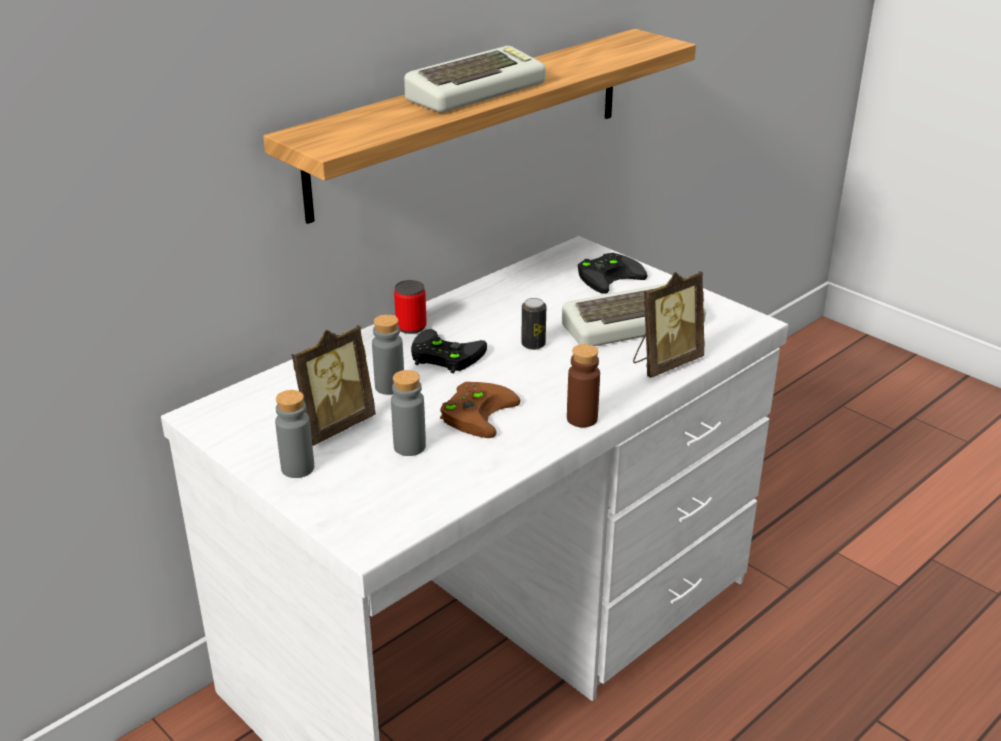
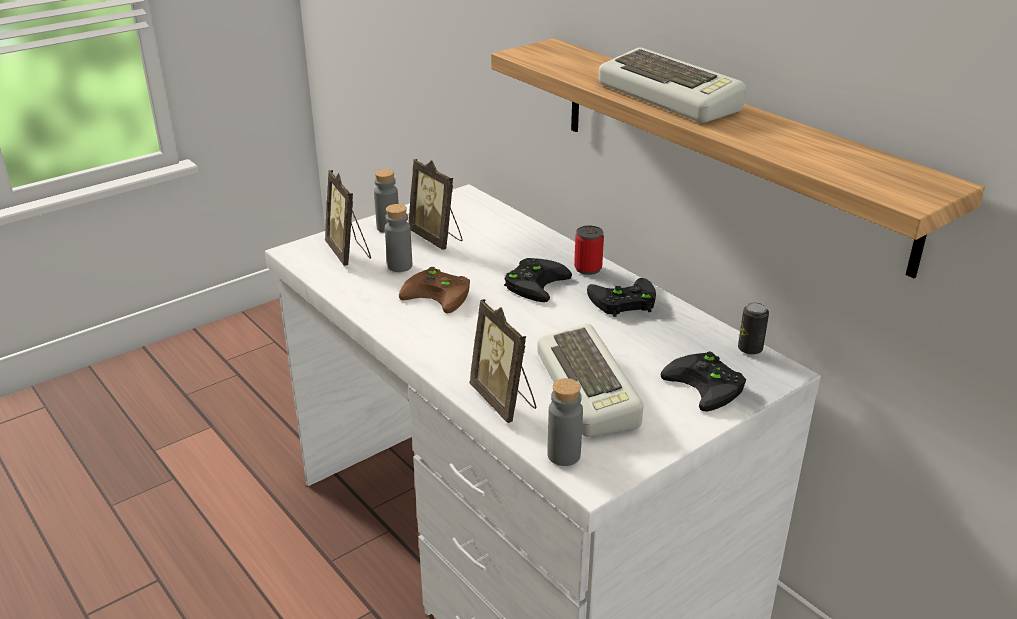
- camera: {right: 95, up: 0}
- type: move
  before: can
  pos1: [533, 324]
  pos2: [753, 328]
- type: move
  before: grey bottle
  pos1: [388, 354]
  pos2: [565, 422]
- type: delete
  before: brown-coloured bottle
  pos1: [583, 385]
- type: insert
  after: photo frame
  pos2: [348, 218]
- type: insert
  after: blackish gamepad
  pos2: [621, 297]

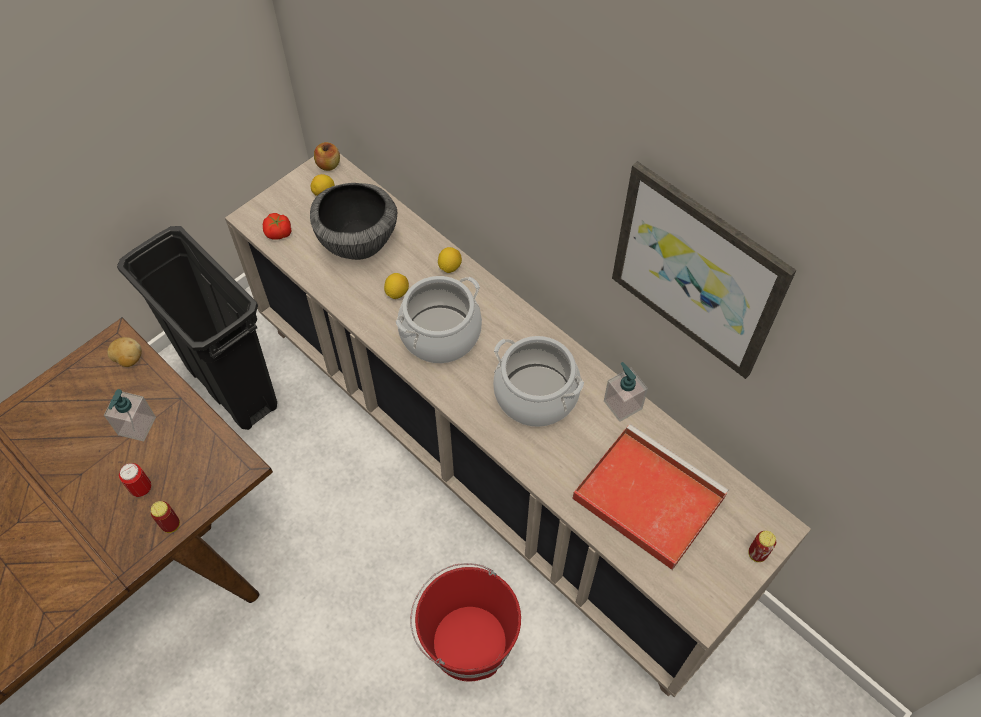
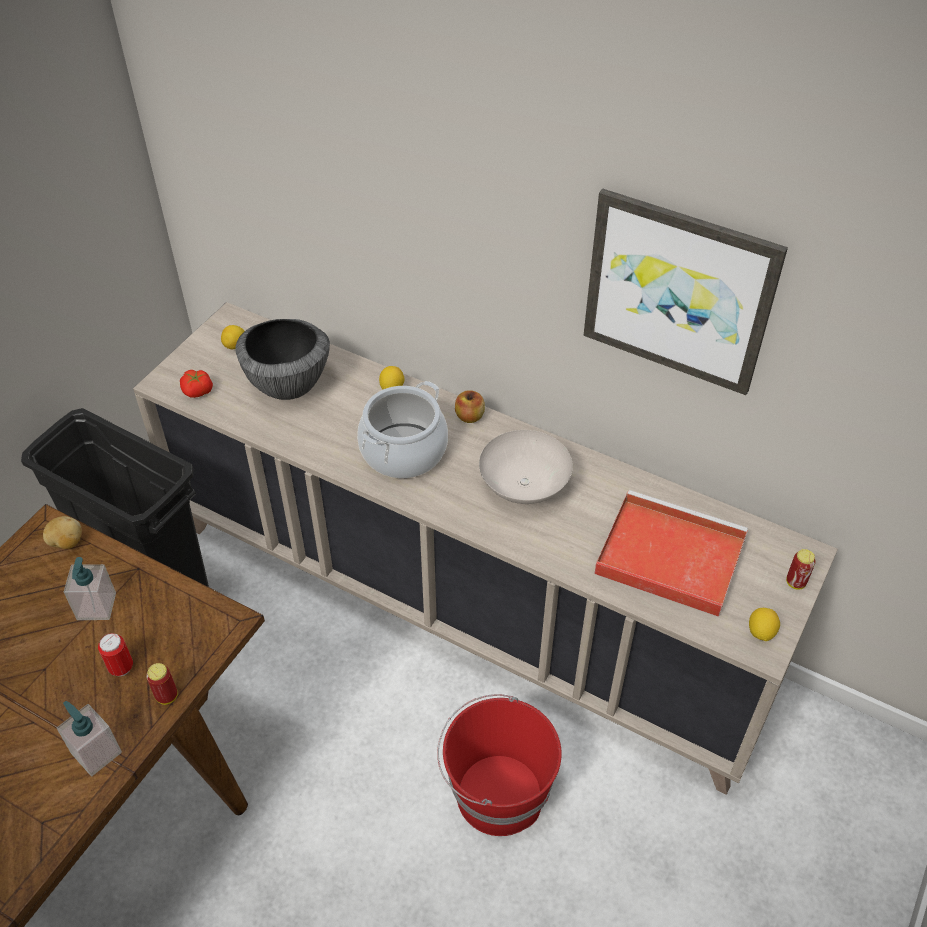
- camera: {right: -15, up: -10}
- type: move
  before: apple
  pos1: [327, 156]
  pos2: [470, 406]
- type: move
  before: lemon
  pos1: [396, 286]
  pos2: [764, 624]
- type: replace
  before: cooking pot
  after: white bowl
  pos1: [538, 381]
  pos2: [526, 467]
- type: move
  before: liquid soap bottle
  pos1: [626, 392]
  pos2: [89, 738]

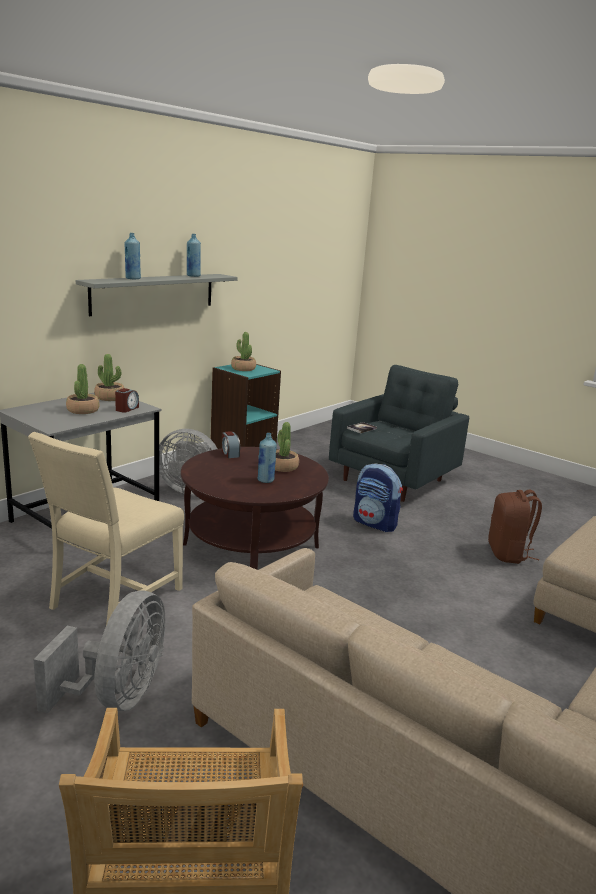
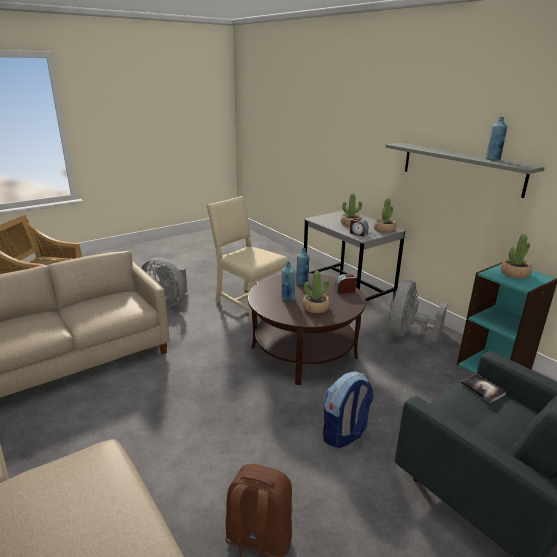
- camera: {right: 105, up: 5}
- type: move
  before: blue bottle
  pos1: [133, 256]
  pos2: [303, 266]

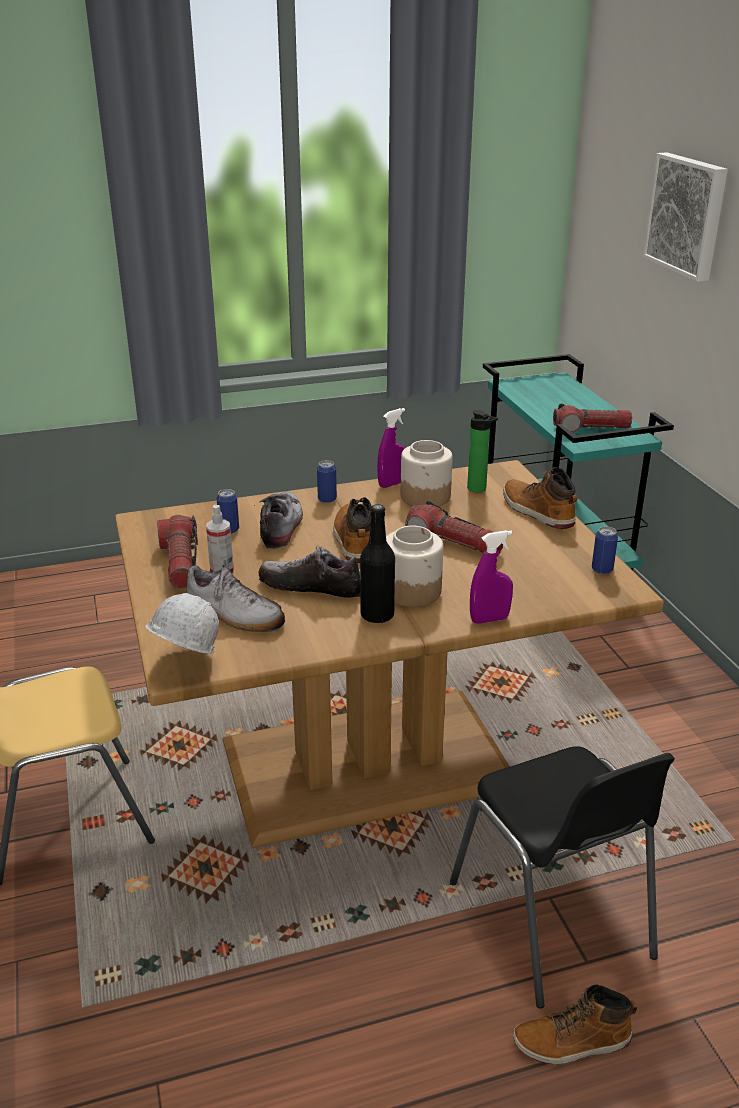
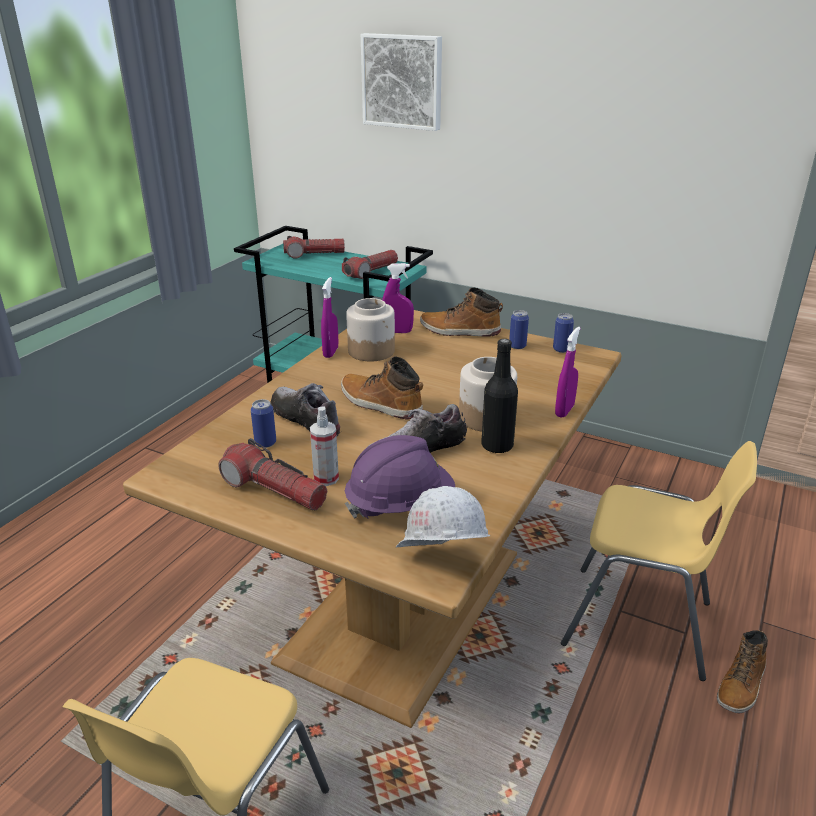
- camera: {right: -45, up: 0}
- type: replace
  before: bottle
  after: purple-coloured spray bottle
  pos1: [482, 451]
  pos2: [398, 298]
- type: move
  before: can
  pos1: [327, 481]
  pos2: [519, 329]
- type: move
  before: torch
  pos1: [454, 527]
  pos2: [314, 247]
- type: replace
  before: shoe
  after: purple-coloured safety helmet
  pos1: [235, 598]
  pos2: [400, 477]
- type: recolor
  before: blackish plain chair
  after: yellowish plain chair
  pos1: [562, 877]
  pos2: [659, 561]

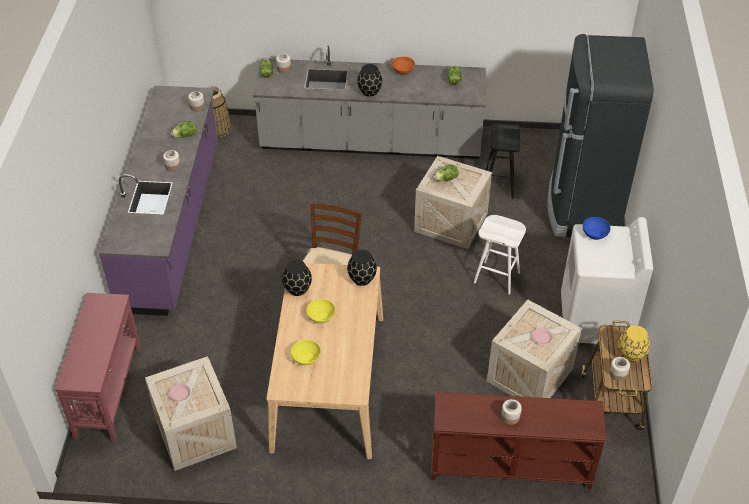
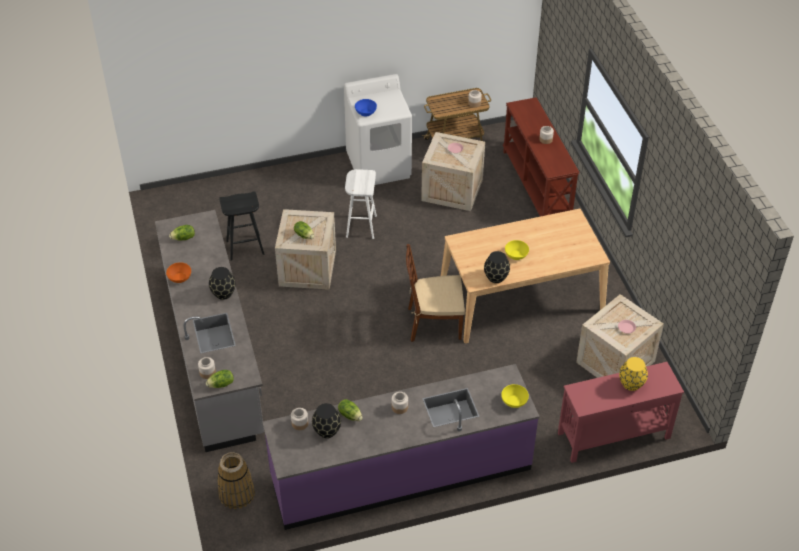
- camera: {right: -110, up: 0}
- type: delete
  before: blackish refrigerator
  pos1: [600, 135]
- type: move
  before: blackish flower vase
  pos1: [362, 268]
  pos2: [326, 420]
- type: move
  before: yellowish flower vase
  pos1: [634, 344]
  pos2: [633, 374]
- type: move
  before: yellowish bowl
  pos1: [306, 352]
  pos2: [515, 396]

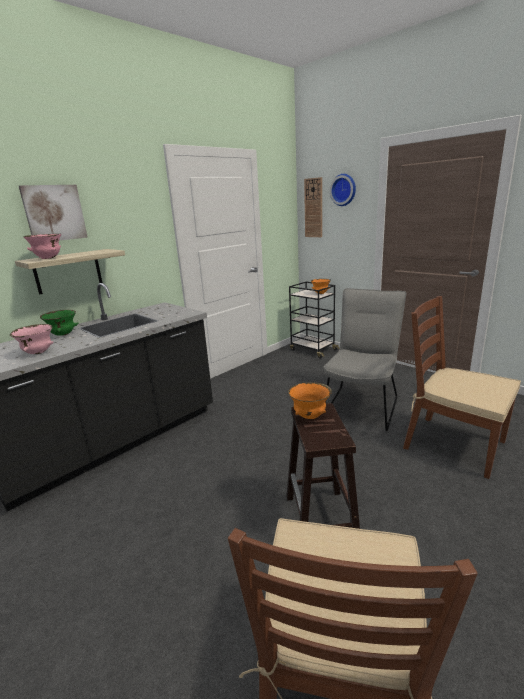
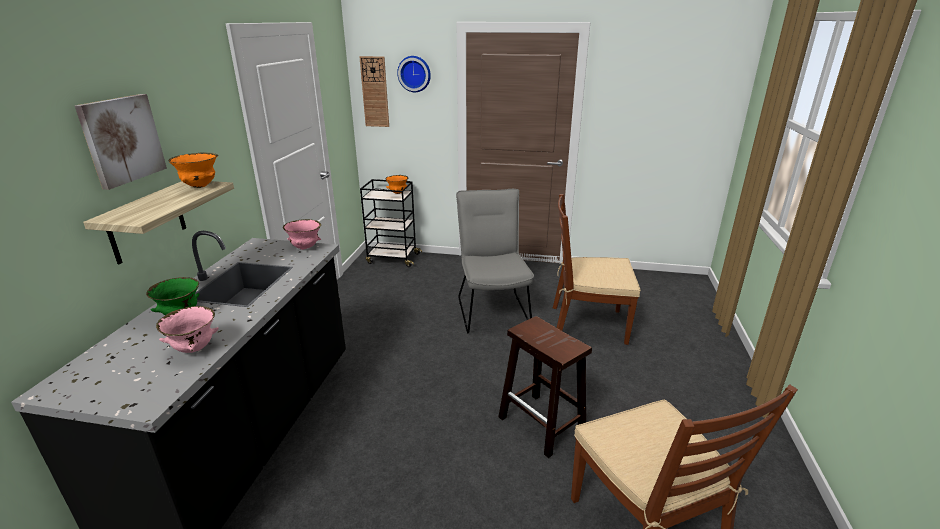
- camera: {right: -35, up: 5}
- type: move
  before: pinkish bowl
  pos1: [42, 246]
  pos2: [302, 234]
- type: move
  before: orange-coloured bowl
  pos1: [310, 400]
  pos2: [193, 170]

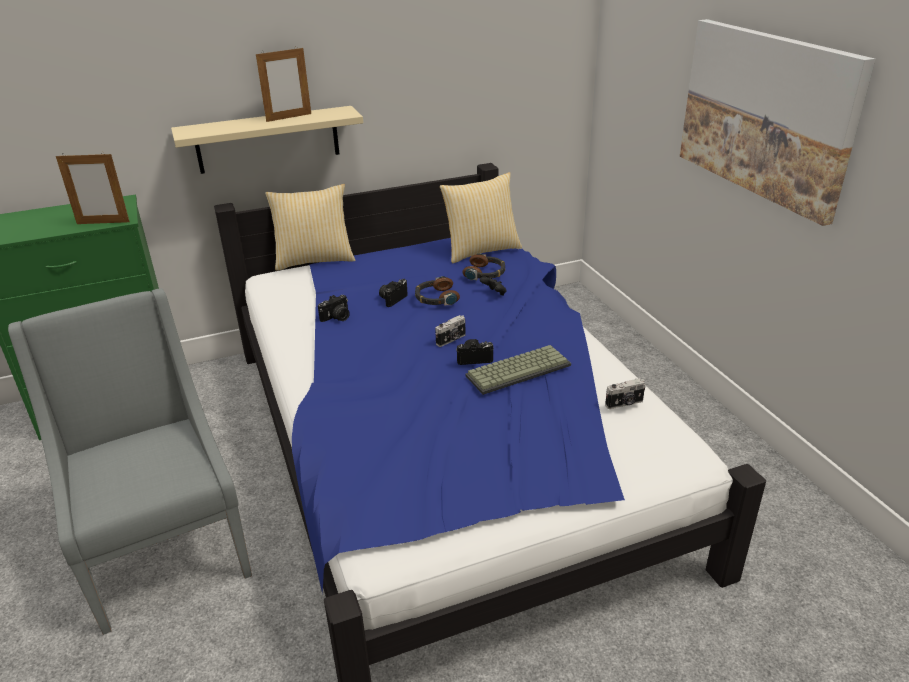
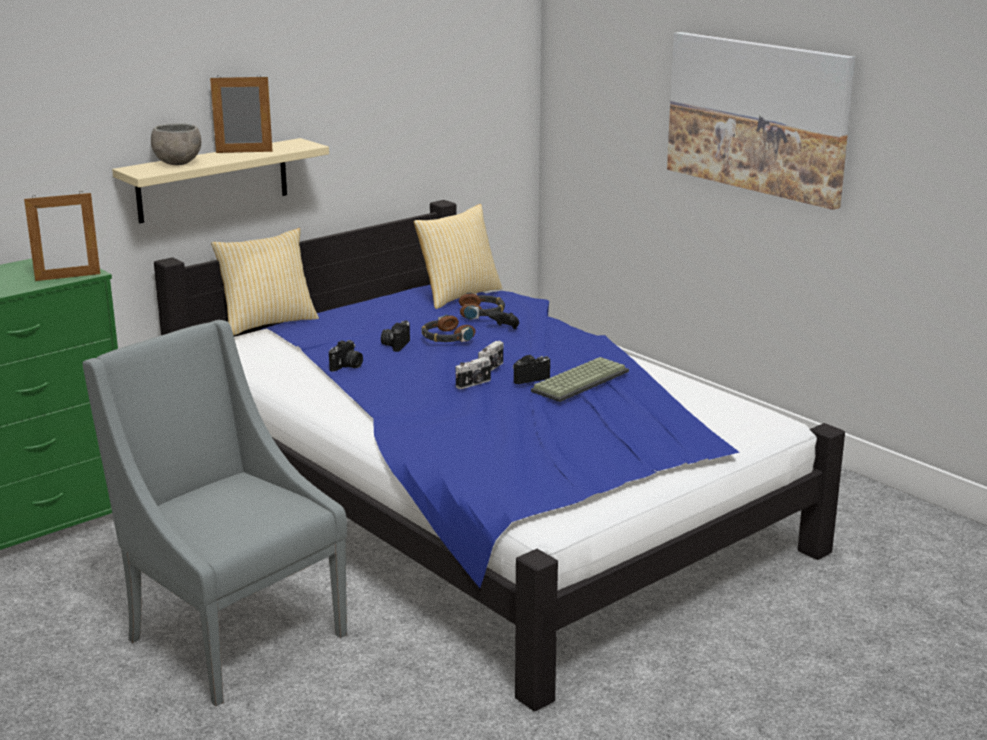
- camera: {right: -20, up: -10}
- type: rotate
  before: photo frame
  pos1: [283, 84]
  pos2: [241, 113]
  turn: -135
- type: move
  before: photo camera
  pos1: [625, 393]
  pos2: [473, 373]
- type: insert
  after: grey bowl
  pos2: [176, 144]

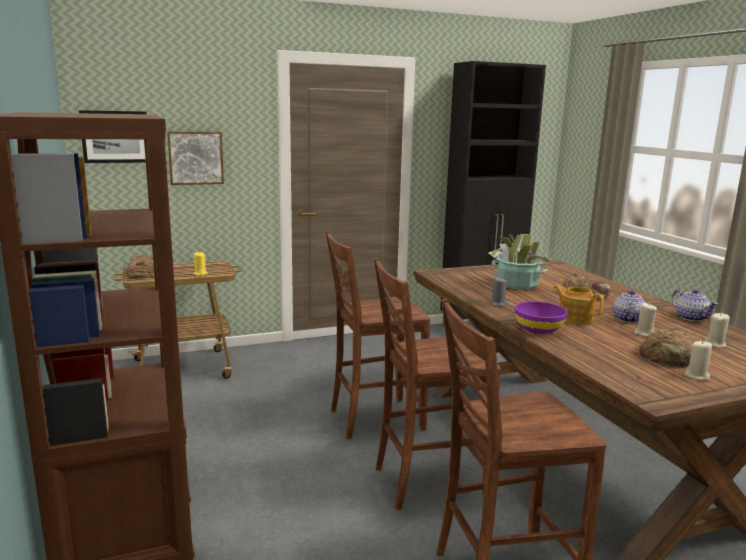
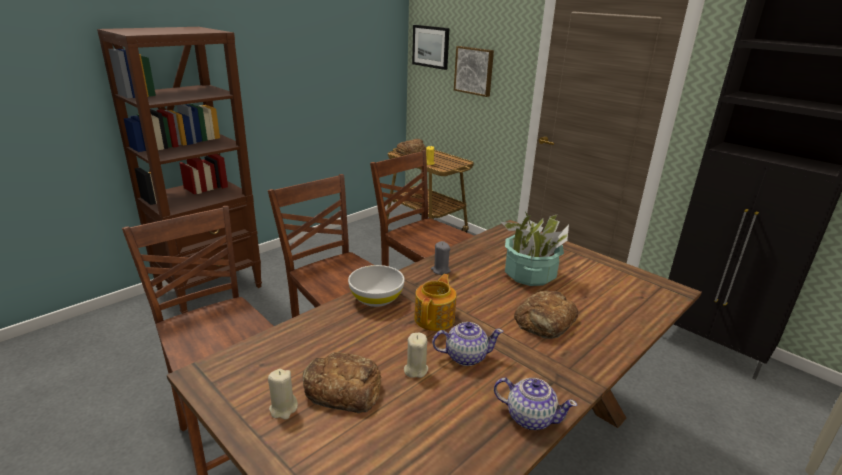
- camera: {right: 65, up: 10}
- type: rotate
  before: teapot
  pos1: [694, 305]
  pos2: [535, 404]
  turn: -105
- type: recolor
  before: purple-coloured bowl
  after: white bowl
  pos1: [541, 317]
  pos2: [376, 286]
- type: delete
  before: sand-coloured wax candle
  pos1: [717, 330]

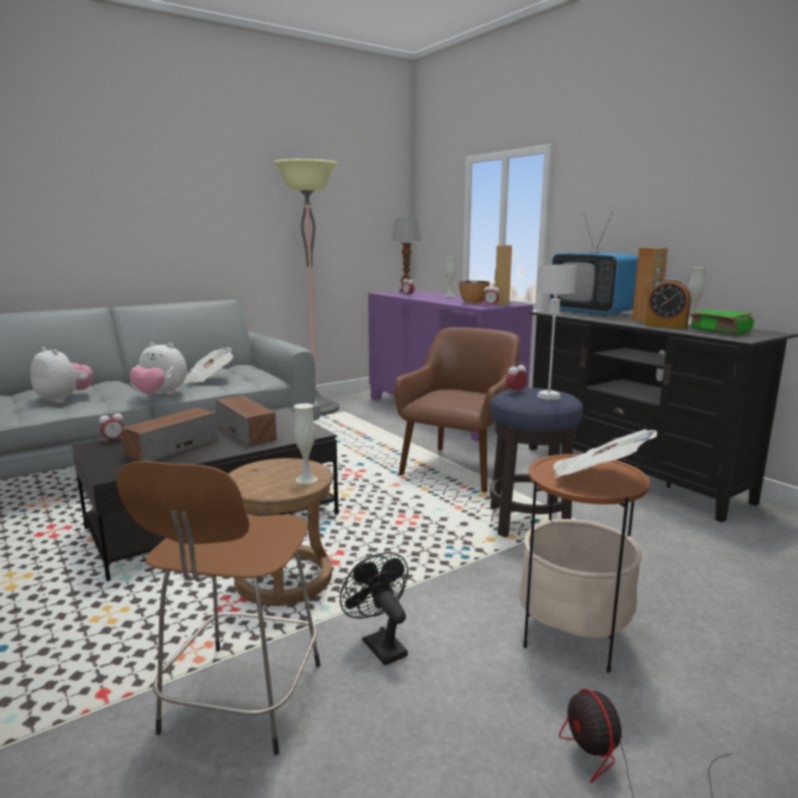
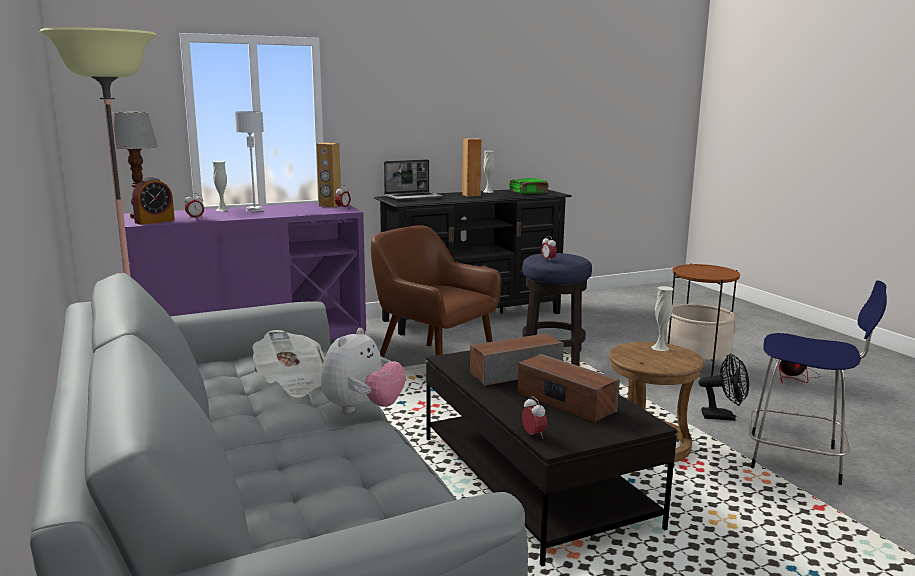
- camera: {right: -80, up: 0}
- type: replace
  before: TV
  after: portable computer
  pos1: [594, 264]
  pos2: [413, 180]
- type: move
  before: grey lamp for a table
  pos1: [557, 332]
  pos2: [249, 161]
- type: move
  before: table clock
  pos1: [668, 303]
  pos2: [153, 201]
- type: delete
  before: bowl
  pos1: [474, 292]
- type: delete
  before: soft toy
  pos1: [62, 375]
- type: delete
  before: newspaper
  pos1: [605, 453]
- type: recolor
  before: brown-coloured stool
  after: blue stool
  pos1: [218, 608]
  pos2: [818, 382]
- type: rotate
  before: blackish fan
  pos1: [374, 608]
  pos2: [724, 387]
  turn: -150

